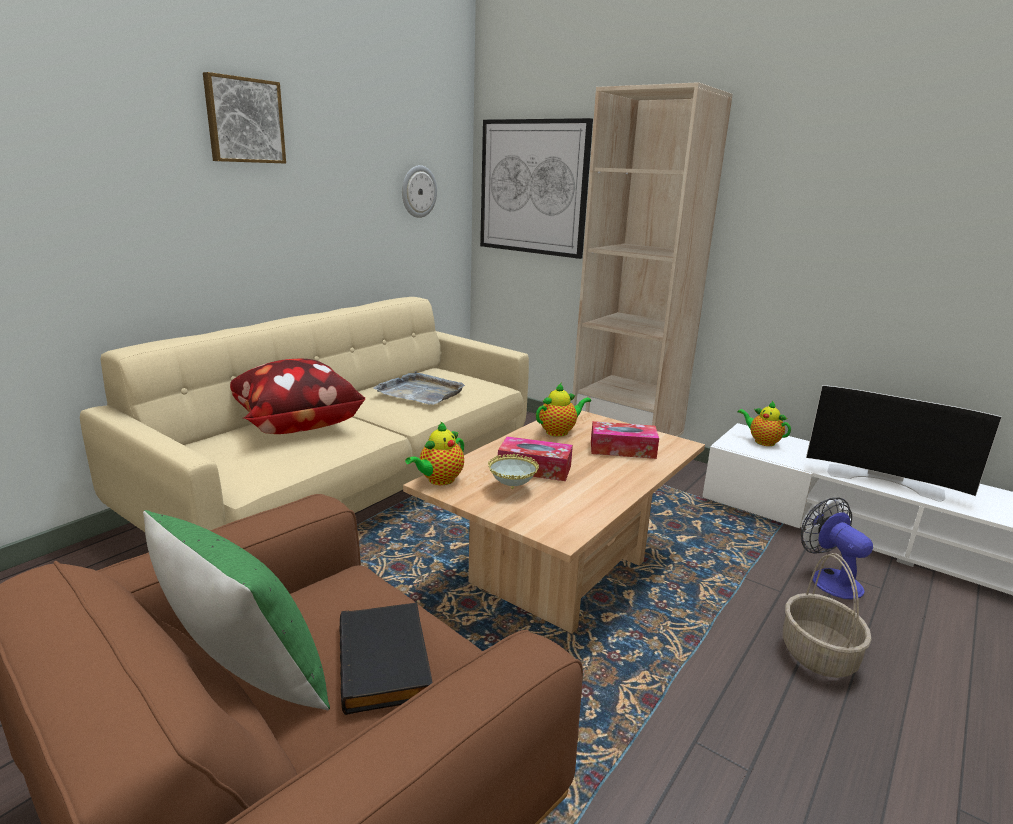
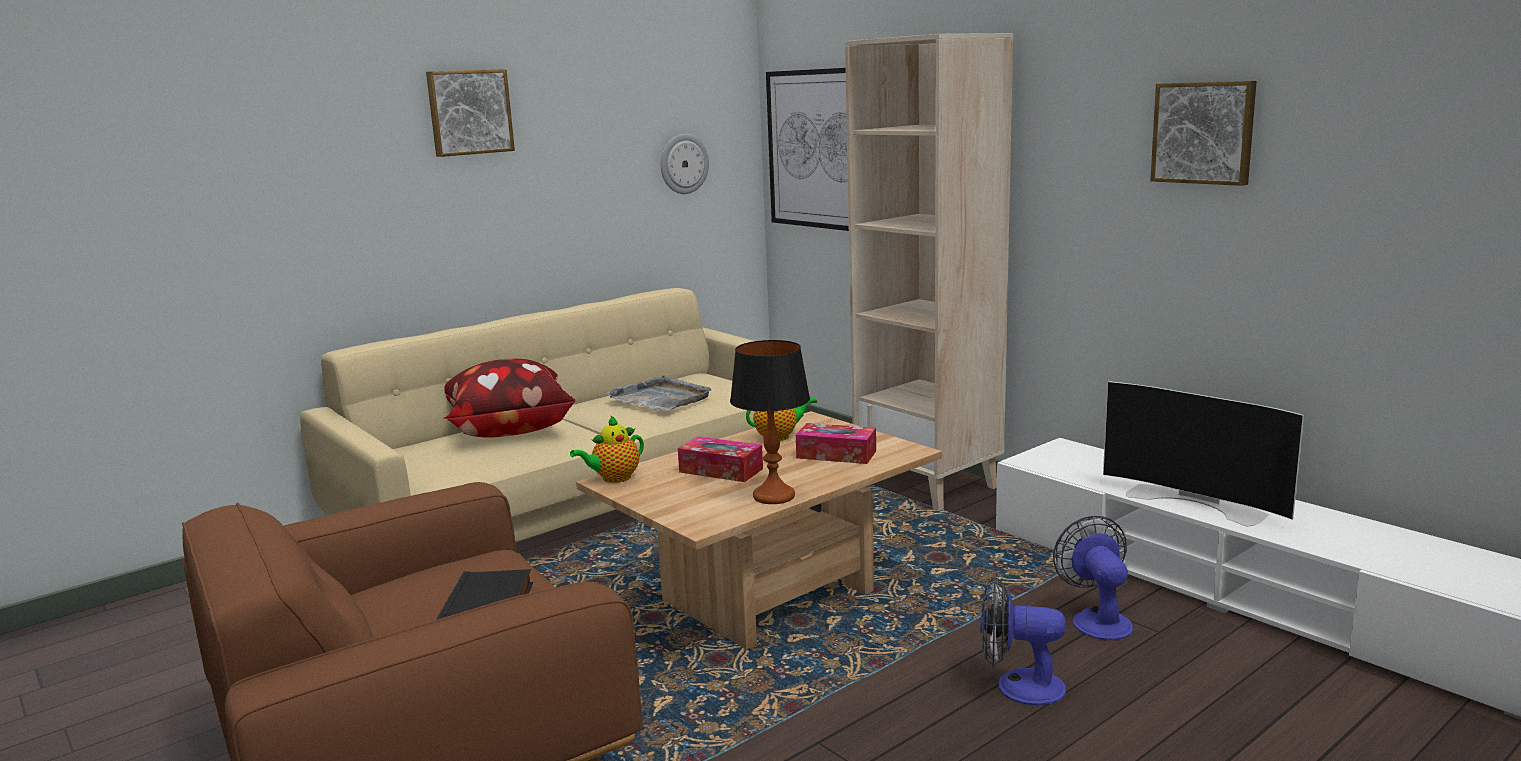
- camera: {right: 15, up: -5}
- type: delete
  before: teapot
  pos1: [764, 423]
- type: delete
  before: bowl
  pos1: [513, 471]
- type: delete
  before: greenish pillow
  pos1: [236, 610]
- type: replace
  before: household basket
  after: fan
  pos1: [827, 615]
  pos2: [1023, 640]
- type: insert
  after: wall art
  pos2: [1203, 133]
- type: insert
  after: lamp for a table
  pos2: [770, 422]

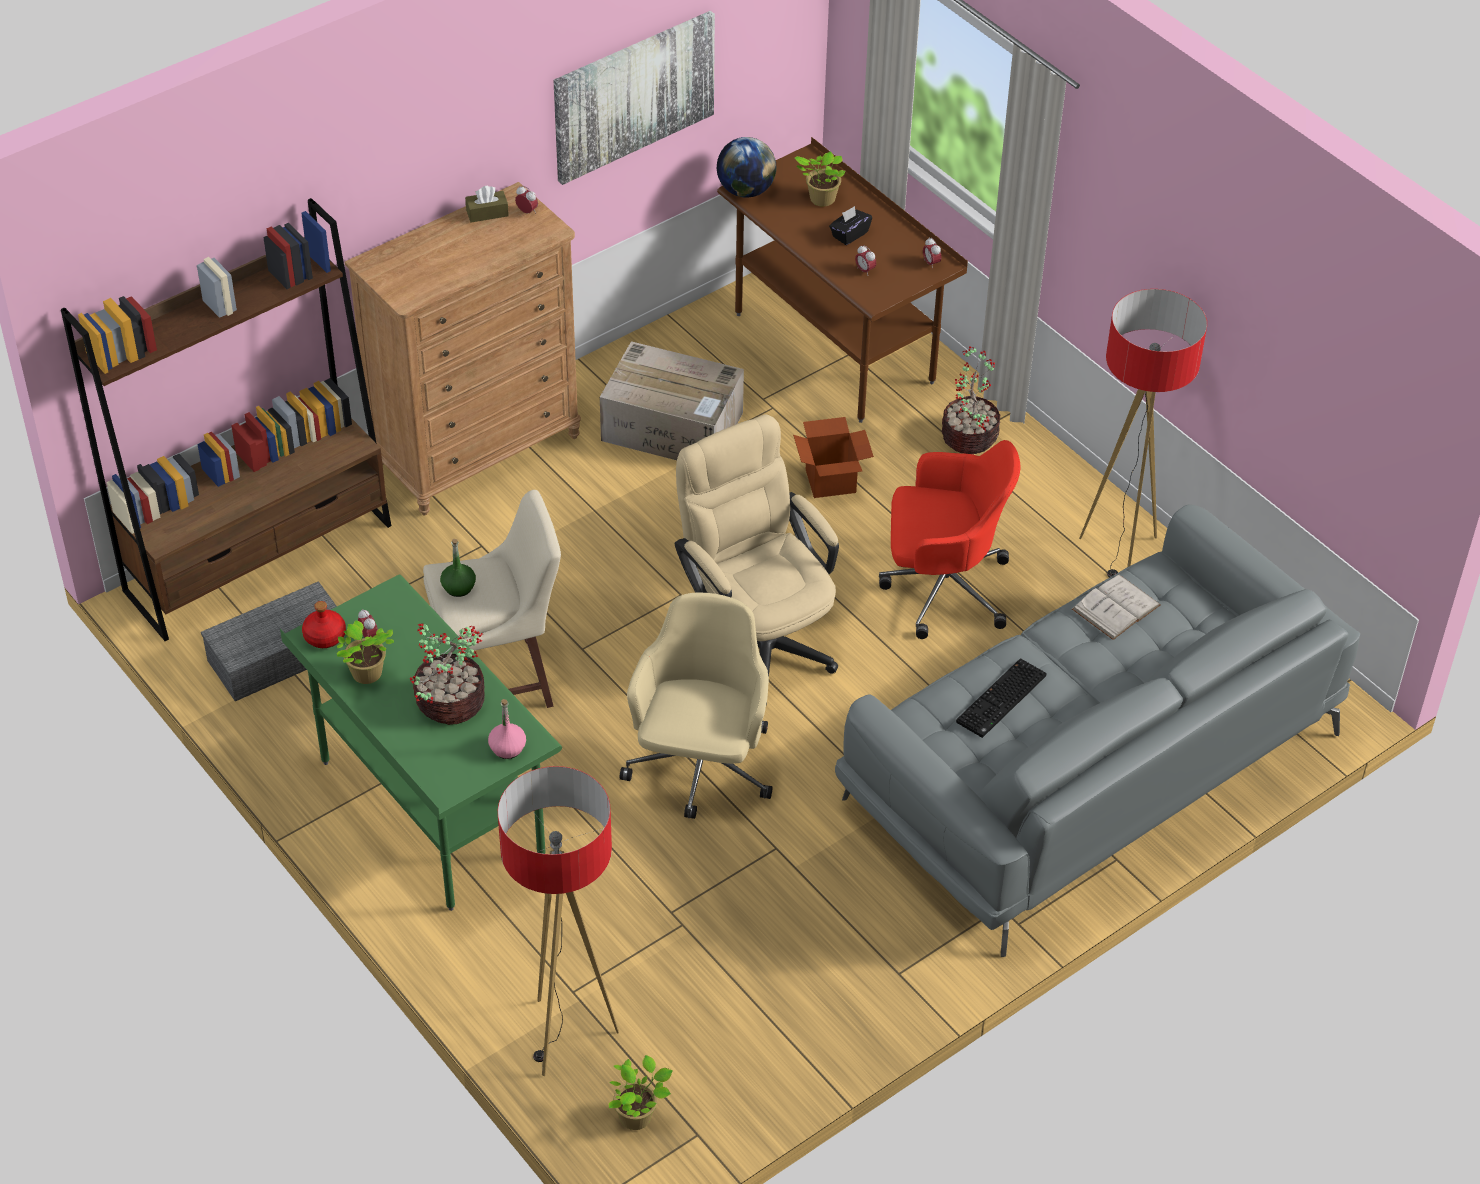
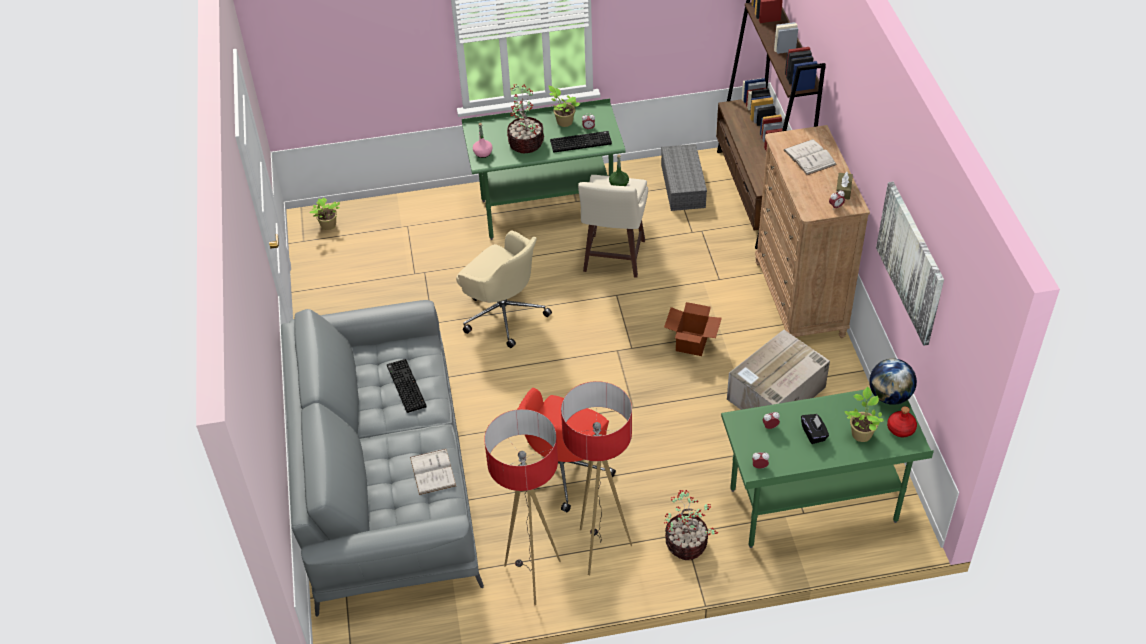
- camera: {right: 120, up: 0}
- type: recolor
  before: brown-coloured desk table
  after: greenish desk table
  pos1: [842, 280]
  pos2: [827, 469]
- type: delete
  before: sand-coloured computer chair
  pos1: [757, 559]
- type: move
  before: packing box
  pos1: [833, 457]
  pos2: [693, 329]
- type: move
  before: red bottle
  pos1: [324, 624]
  pos2: [902, 422]
- type: move
  before: standing lamp
  pos1: [558, 921]
  pos2: [596, 478]
- type: insert
  after: computer keyboard
  pos2: [581, 142]
- type: insert
  after: white bound book
  pos2: [810, 157]

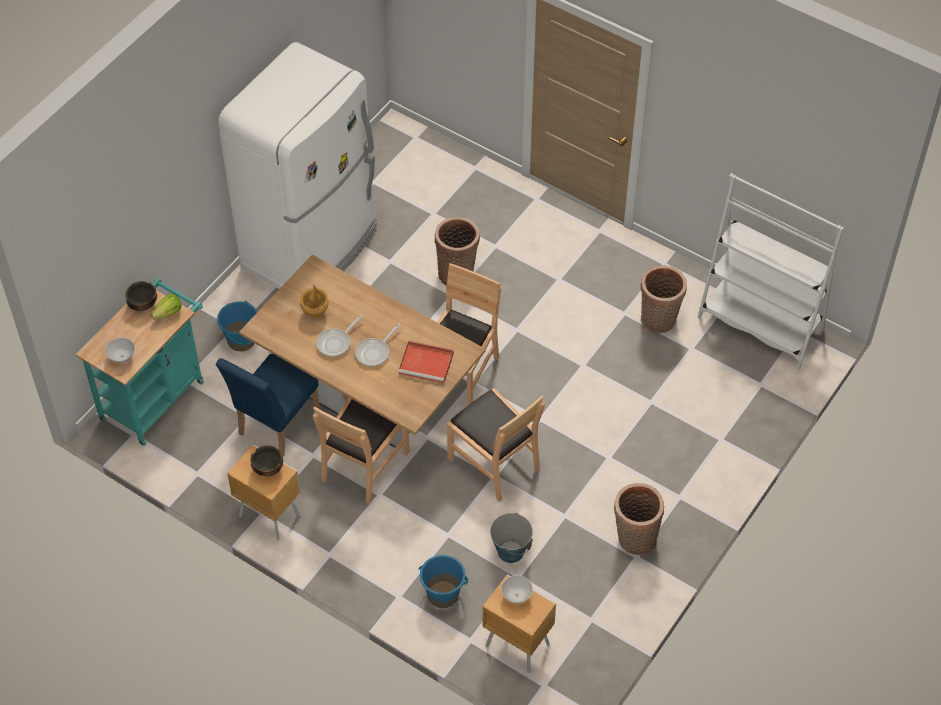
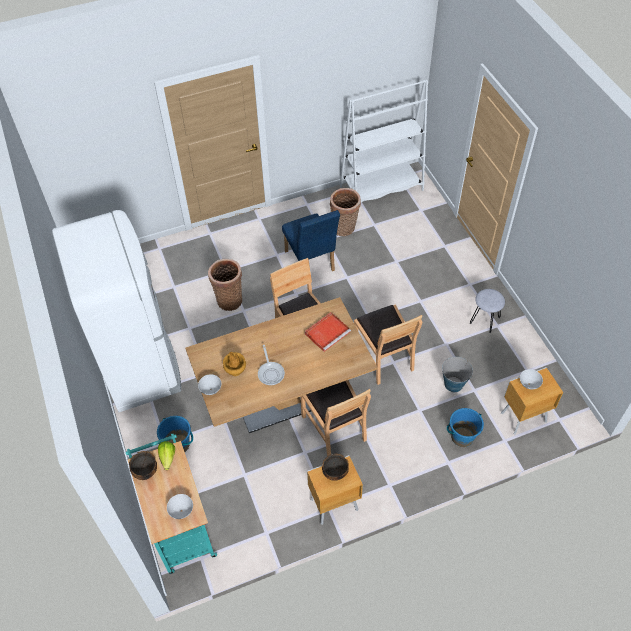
- camera: {right: -55, up: 0}
- type: delete
  before: skillet
  pos1: [378, 345]
- type: move
  before: blue plain chair
  pos1: [268, 405]
  pos2: [311, 240]
- type: rotate
  before: brown-coloured plain chair
  pos1: [496, 445]
  pos2: [388, 344]
  turn: 75
- type: replace
  before: household basket
  after: grey stool
  pos1: [639, 519]
  pos2: [487, 311]
- type: insert
  after: white bowl
  pos2: [209, 384]

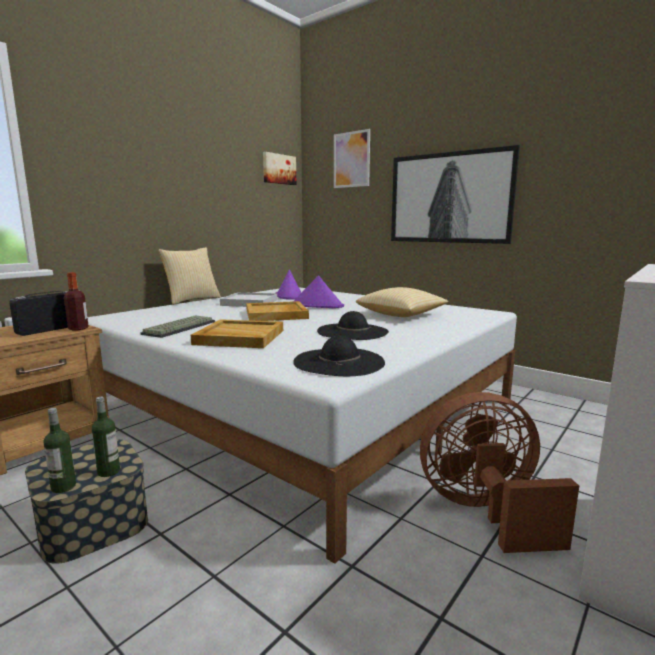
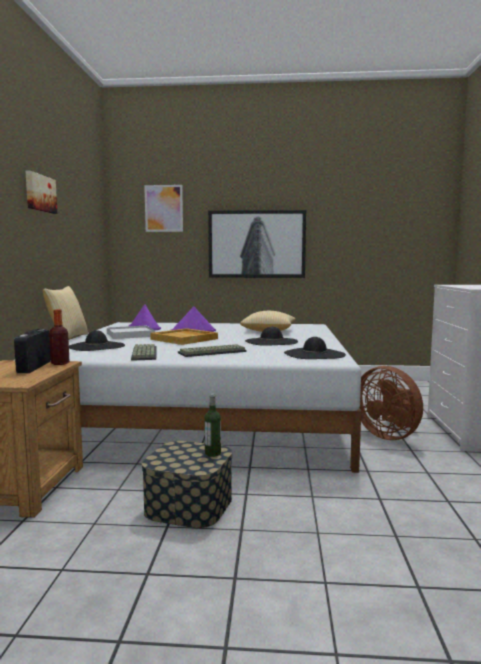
- camera: {right: -35, up: -5}
- type: move
  before: wall art
  pos1: [279, 168]
  pos2: [41, 192]
- type: replace
  before: sand-coloured serving tray
  after: computer keyboard
  pos1: [237, 333]
  pos2: [212, 350]
- type: rotate
  before: brown-coloured fan
  pos1: [499, 472]
  pos2: [391, 403]
  turn: -90
- type: delete
  before: bottle
  pos1: [59, 450]
- type: insert
  after: blackish hat
  pos2: [97, 340]

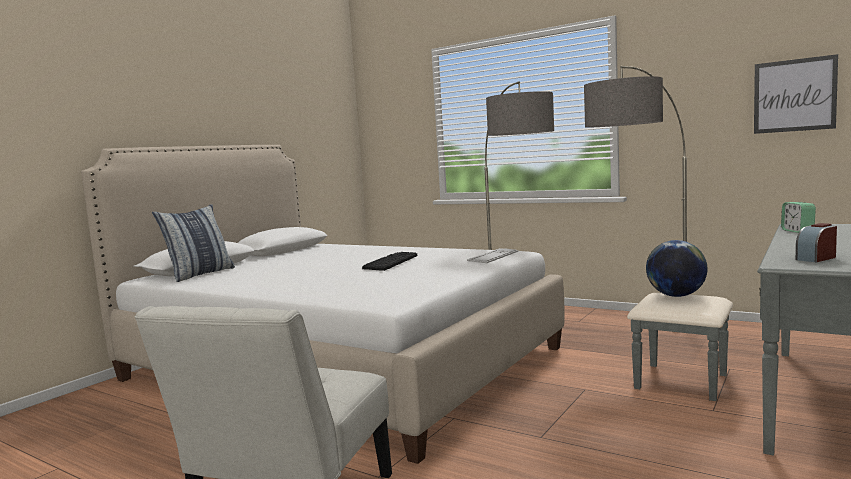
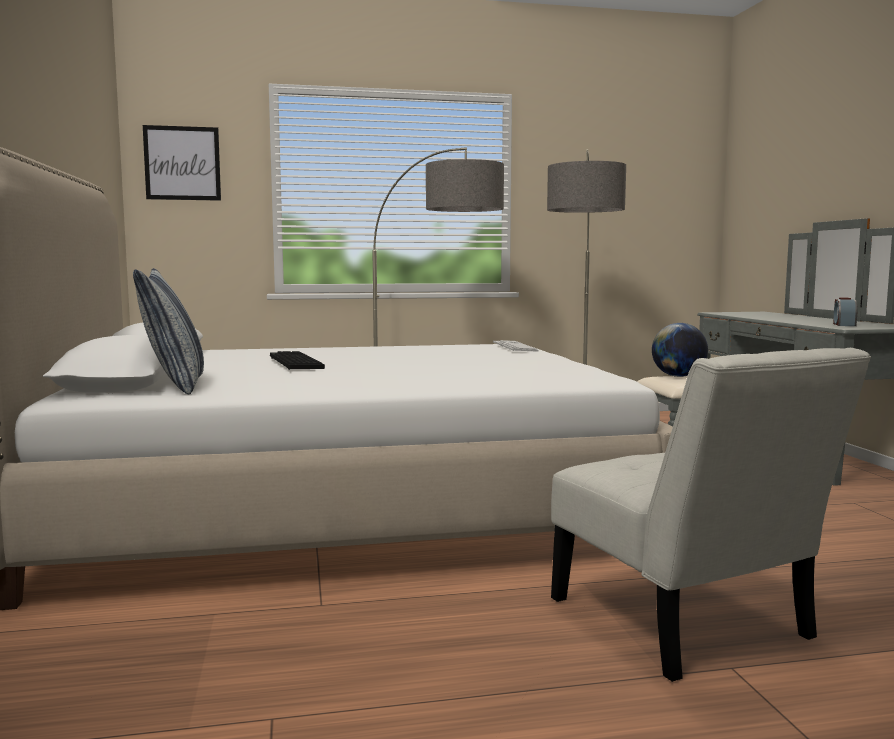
- camera: {right: -45, up: 0}
- type: move
  before: wall art
  pos1: [796, 94]
  pos2: [182, 163]
- type: delete
  before: table clock
  pos1: [798, 217]
- type: move
  before: computer keyboard
  pos1: [389, 261]
  pos2: [297, 360]

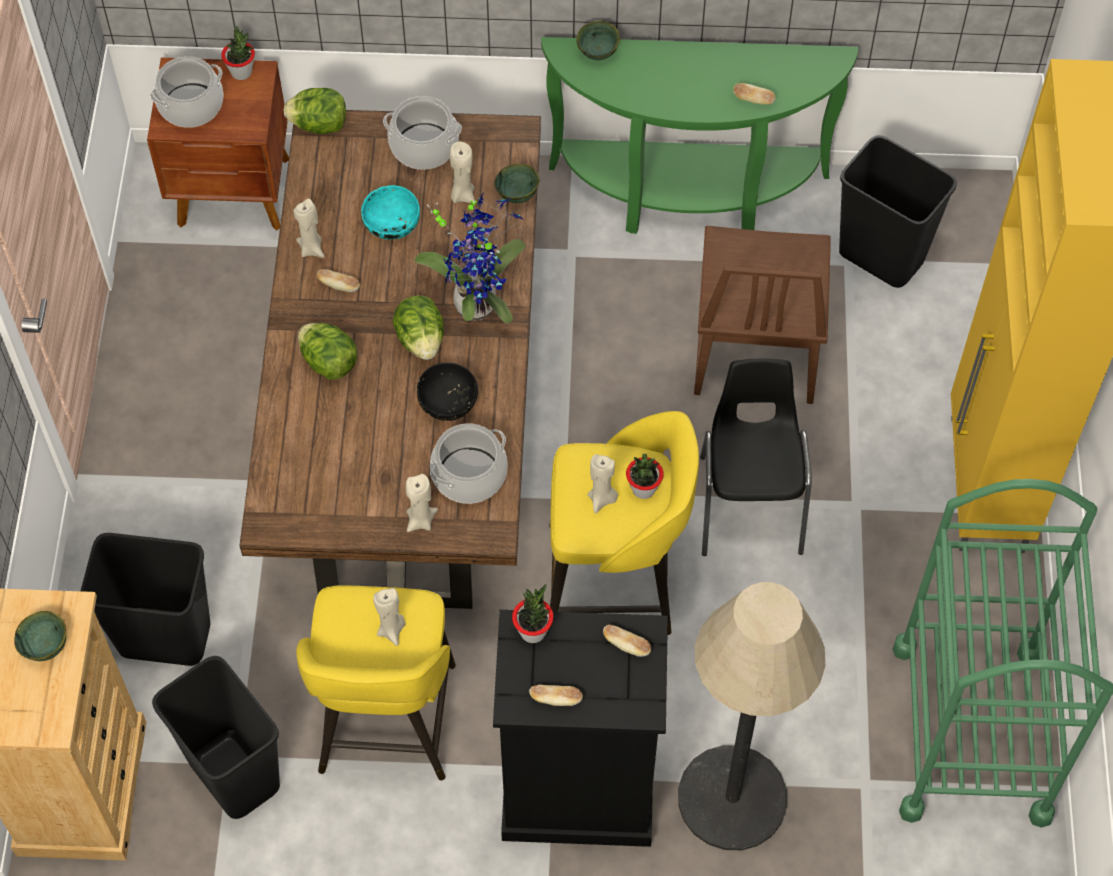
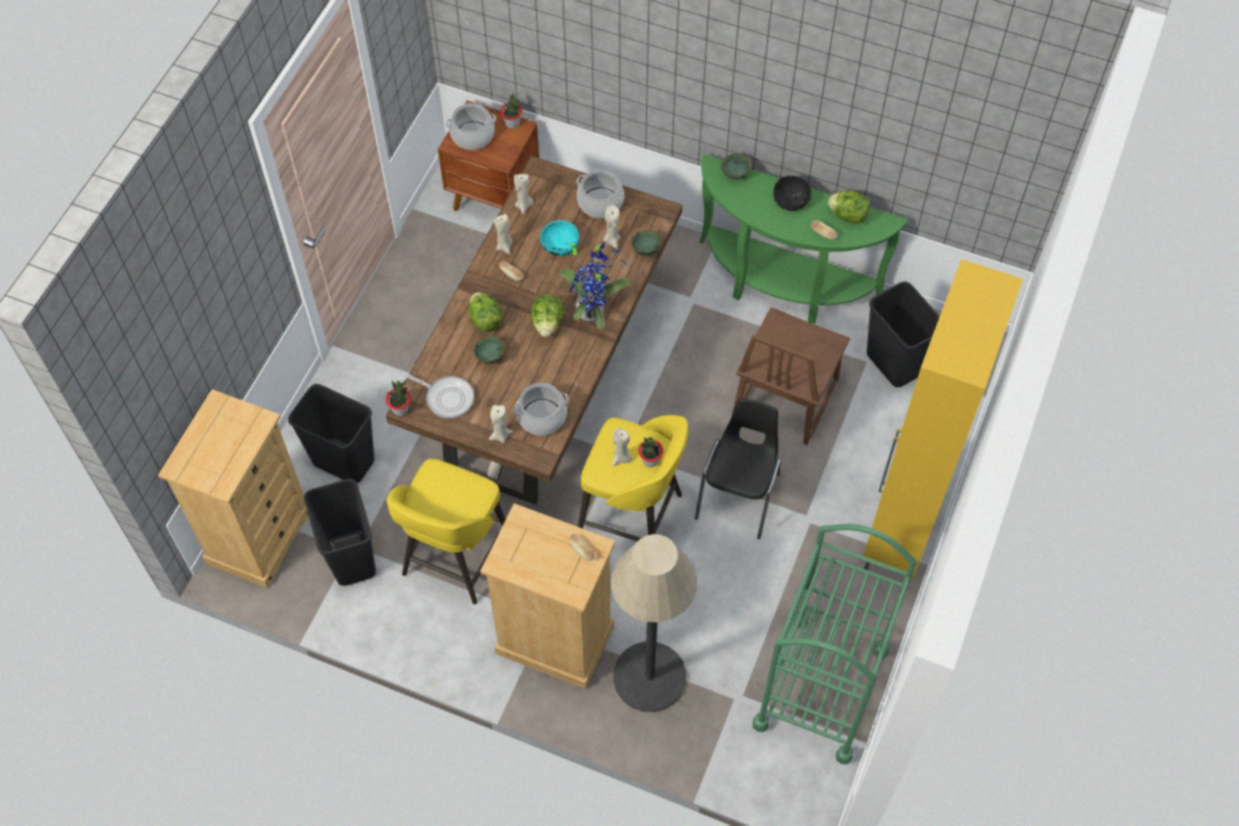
- camera: {right: 20, up: 0}
- type: move
  before: lettuce
  pos1: [315, 111]
  pos2: [849, 207]
- type: move
  before: blackish bowl
  pos1: [447, 392]
  pos2: [792, 193]
- type: move
  before: houseplant
  pos1: [533, 613]
  pos2: [398, 398]
- type: move
  before: sand-coloured wax candle
  pos1: [389, 617]
  pos2: [523, 194]
- type: recolor
  before: blackish drawer chest
  after: sand-coloured drawer chest
  pos1: [580, 728]
  pos2: [547, 596]
- type: move
  before: greenish bowl
  pos1: [40, 636]
  pos2: [489, 350]
- type: delete
  before: bakery bread
  pos1: [556, 695]
- type: insert
  after: skillet
  pos2: [440, 396]

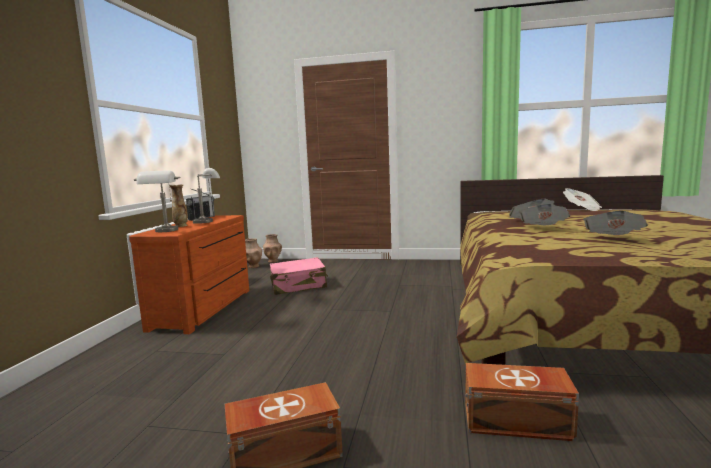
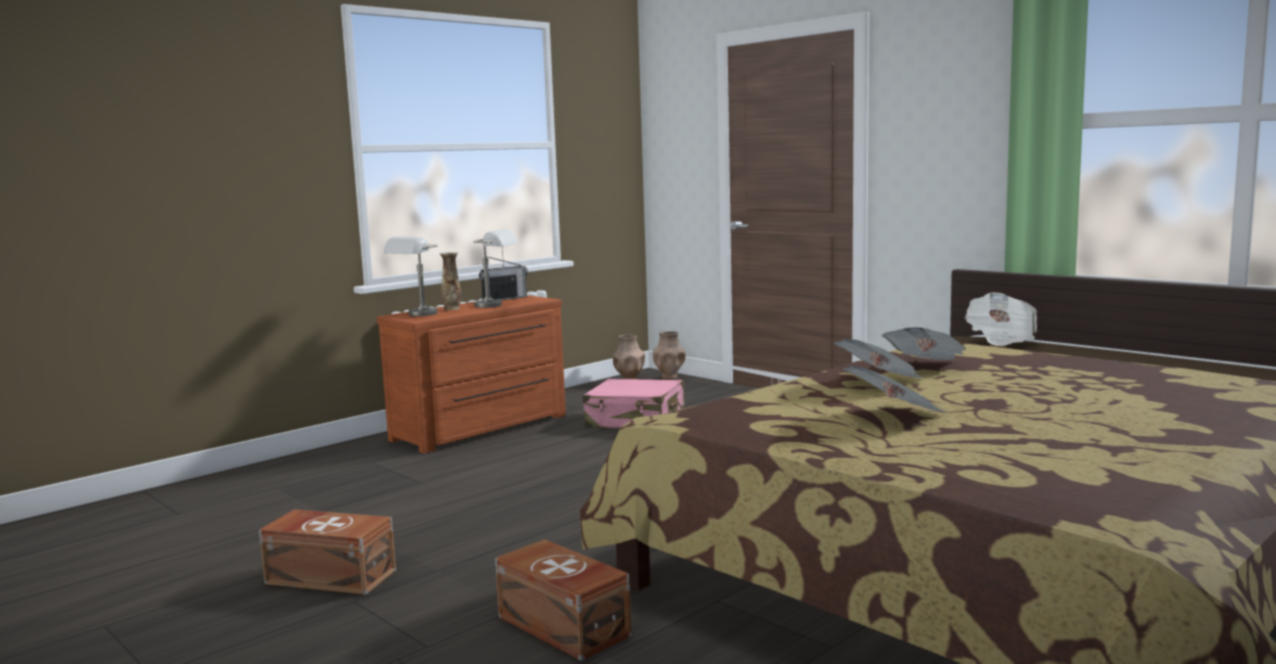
- camera: {right: 35, up: 0}
- type: move
  before: newspaper
  pos1: [582, 199]
  pos2: [1001, 319]

